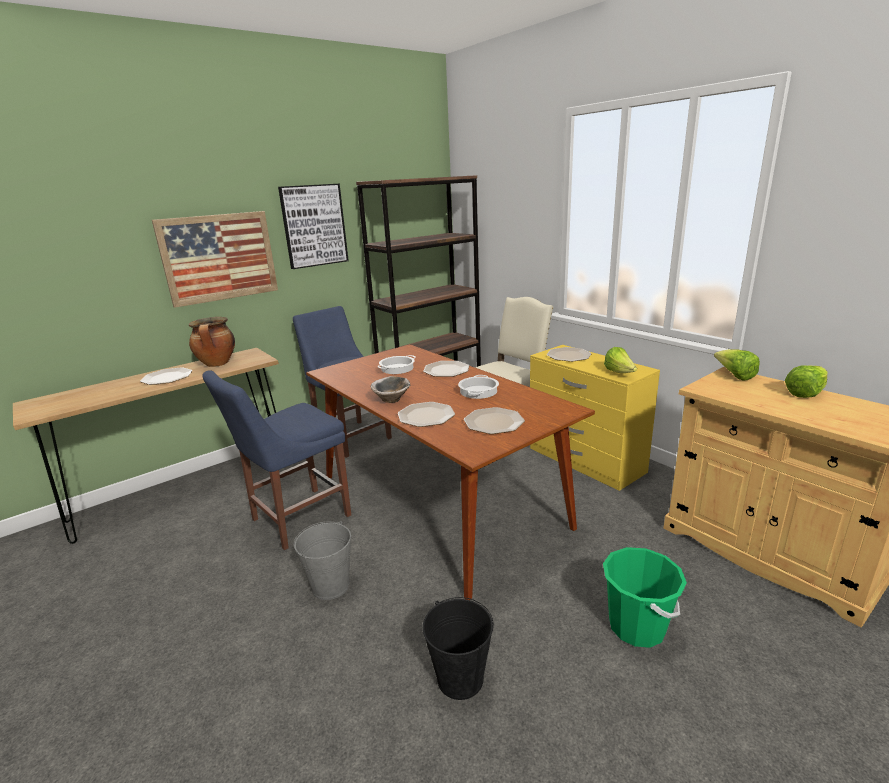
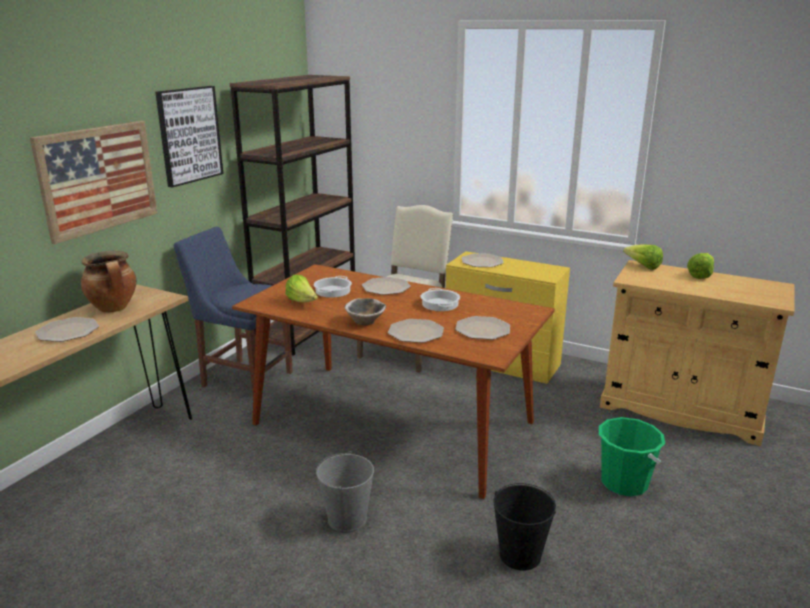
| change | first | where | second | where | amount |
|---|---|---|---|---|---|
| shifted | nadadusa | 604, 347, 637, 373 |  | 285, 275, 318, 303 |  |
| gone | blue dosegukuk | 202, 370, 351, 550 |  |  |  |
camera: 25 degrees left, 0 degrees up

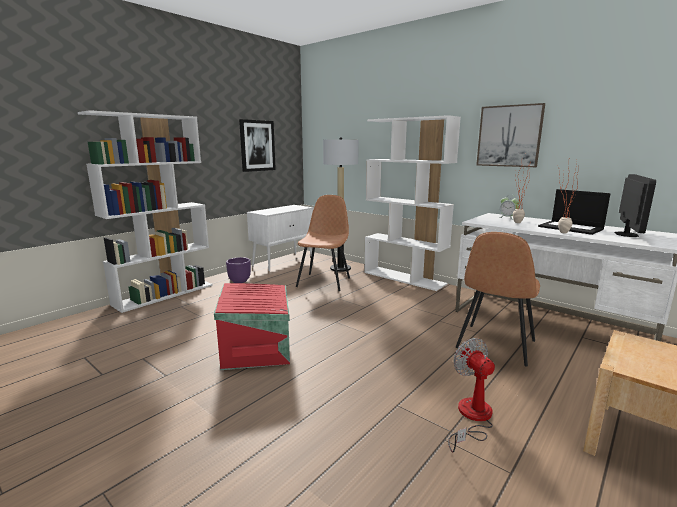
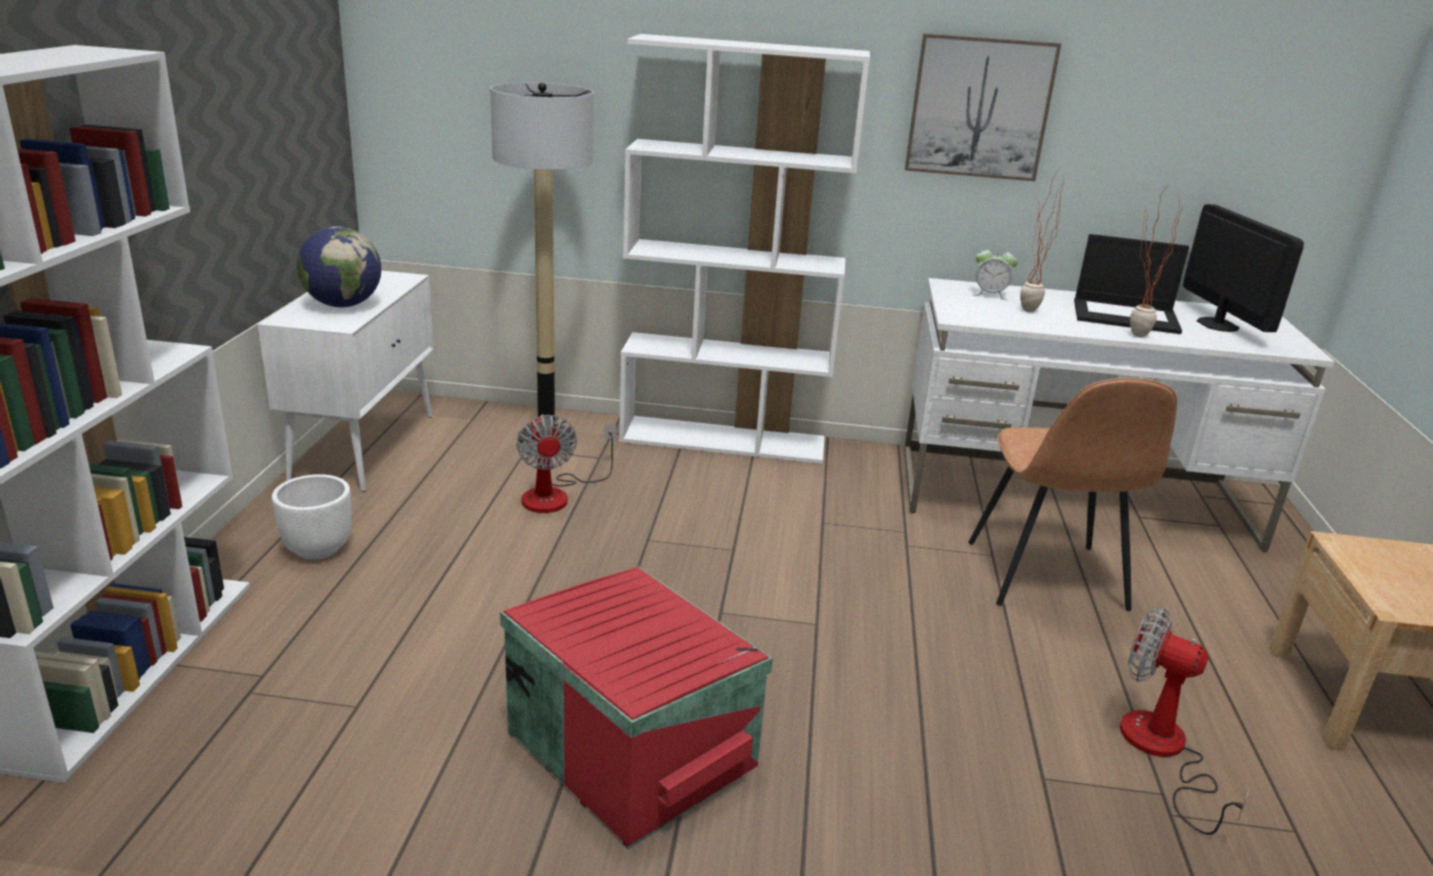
| change | first | where | second | where | amount |
|---|---|---|---|---|---|
| repainted | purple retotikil | 226, 257, 251, 283 | white retotikil | 272, 474, 352, 560 |  |
| new |  |  | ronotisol | 297, 226, 381, 307 |  |
| swapped | brown dosegukuk | 296, 195, 350, 291 | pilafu | 517, 415, 616, 513 |  |
| gone | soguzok | 239, 119, 276, 172 |  |  |  |
camera: 35 degrees left, 10 degrees up

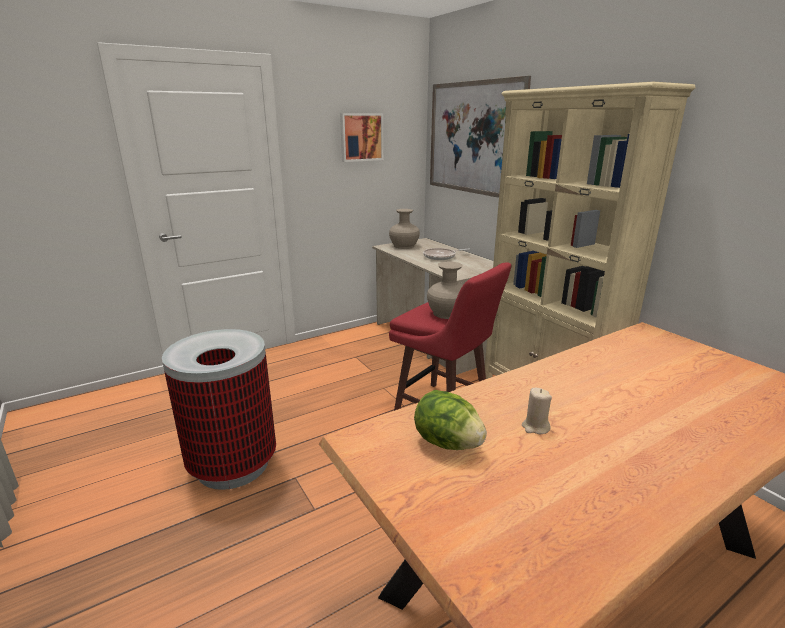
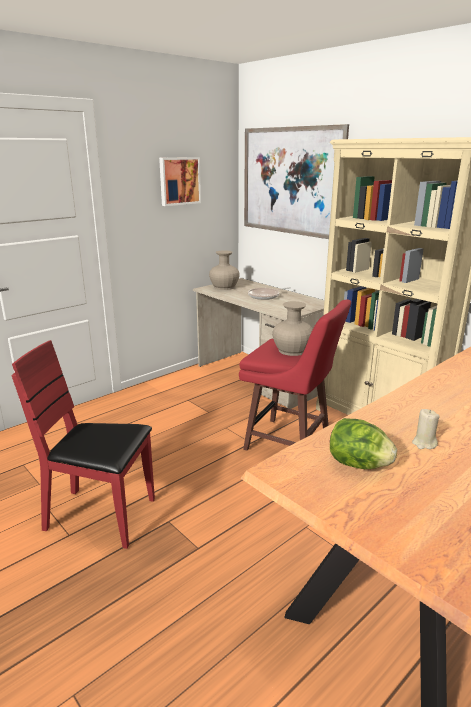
| change | first | where | second | where | amount |
|---|---|---|---|---|---|
| swapped | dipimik | 162, 329, 276, 490 | red dosegukuk | 11, 340, 155, 549 |  |
camera: 10 degrees left, 0 degrees up

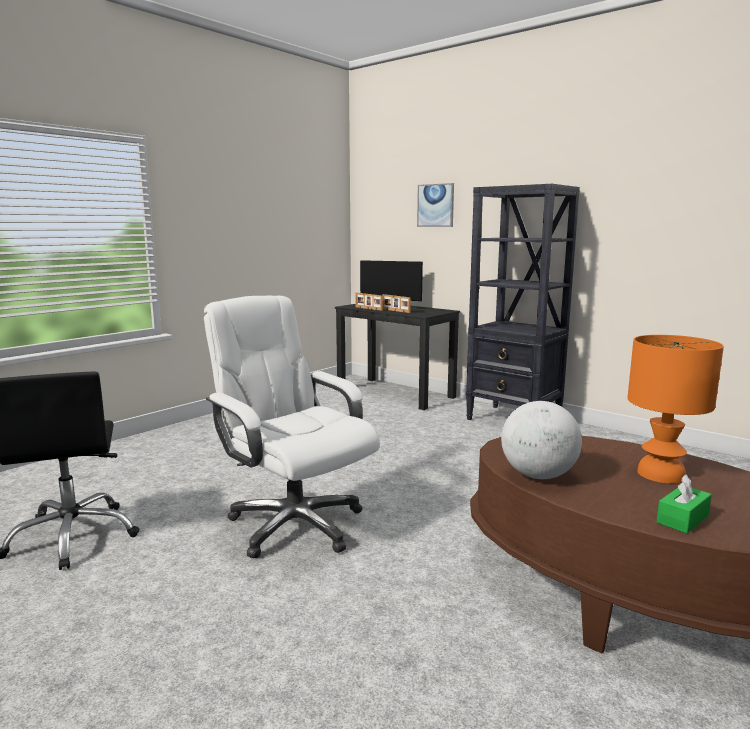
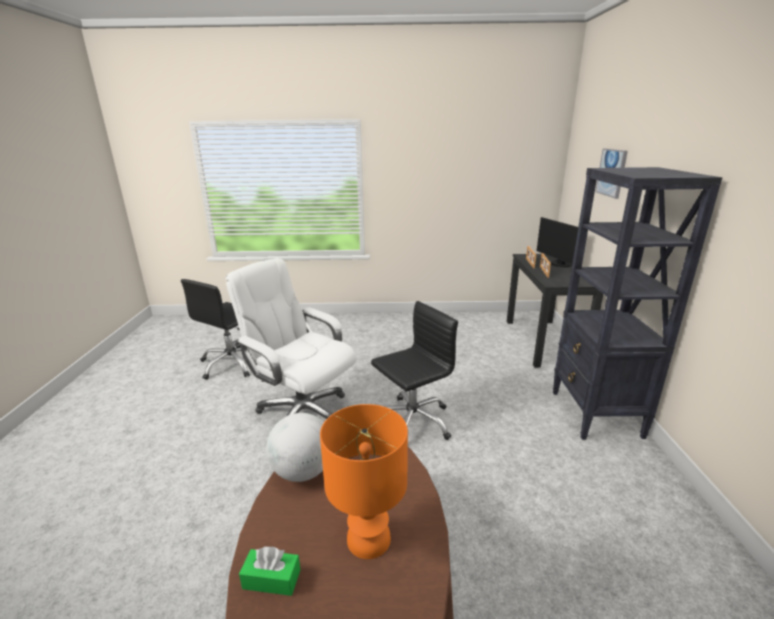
| change | first | where | second | where | amount |
|---|---|---|---|---|---|
| rotated | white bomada | 204, 296, 380, 558 |  | 225, 258, 357, 419 | 60 degrees counterclockwise |
| new |  |  | black bomada | 371, 301, 458, 440 |  |
camera: 50 degrees right, 10 degrees up

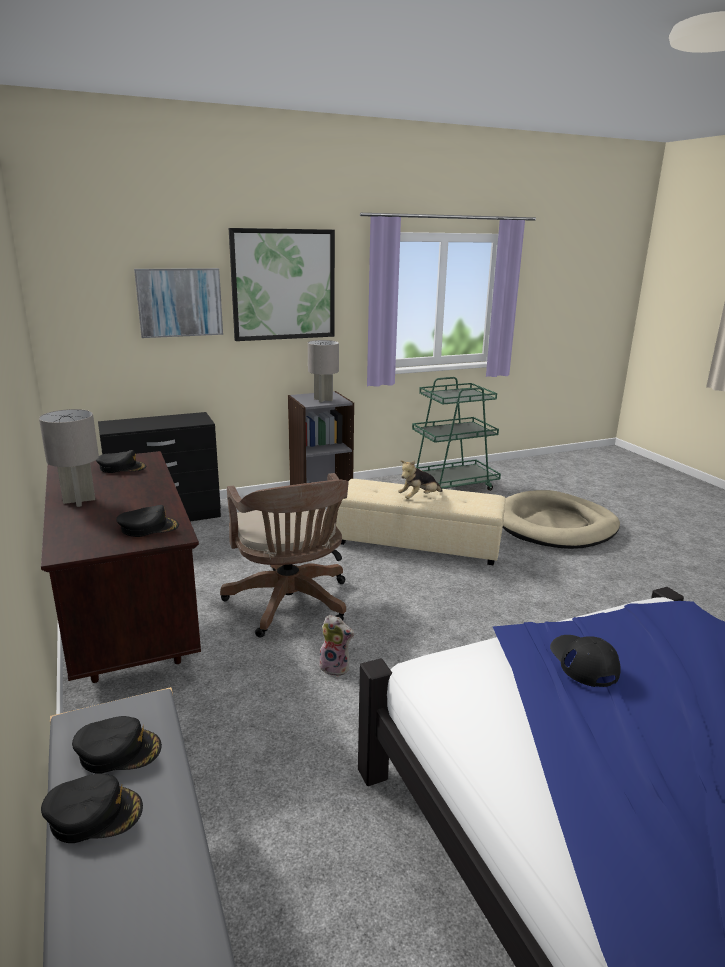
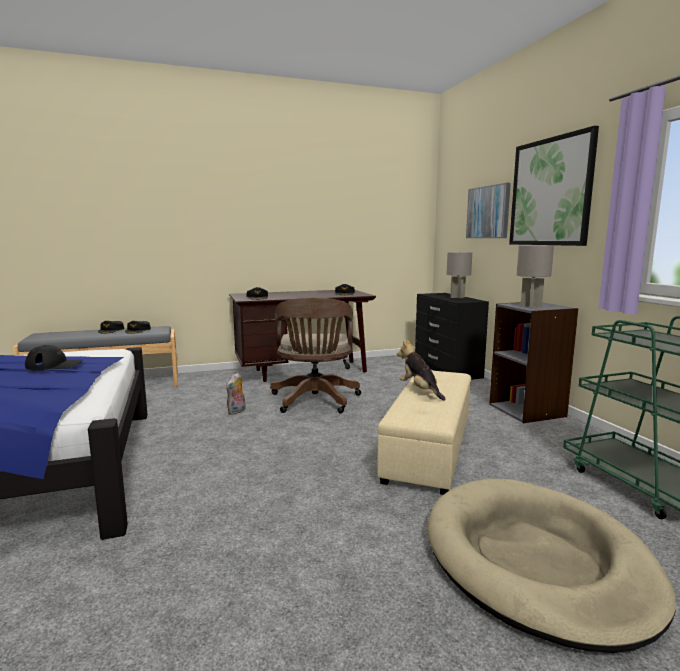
| change | first | where | second | where | amount |
|---|---|---|---|---|---|
| rotated | brown bomada | 220, 473, 349, 638 |  | 270, 297, 361, 414 | 75 degrees counterclockwise |
| shifted | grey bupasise | 39, 409, 99, 507 |  | 446, 252, 472, 298 |  |
camera: 95 degrees right, 10 degrees down

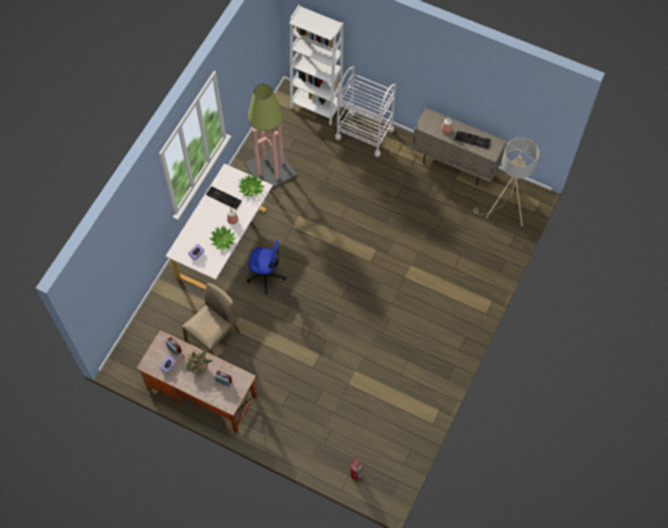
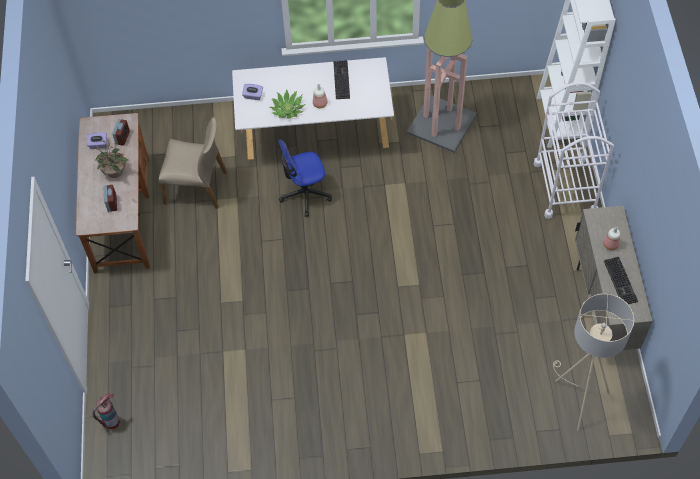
| change | first | where | second | where | amount |
|---|---|---|---|---|---|
| rotated | bomada | 247, 240, 286, 294 |  | 278, 140, 332, 217 | 90 degrees clockwise |
| gone | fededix | 237, 175, 264, 197 |  |  |  |
camera: 60 degrees right, 5 degrees down

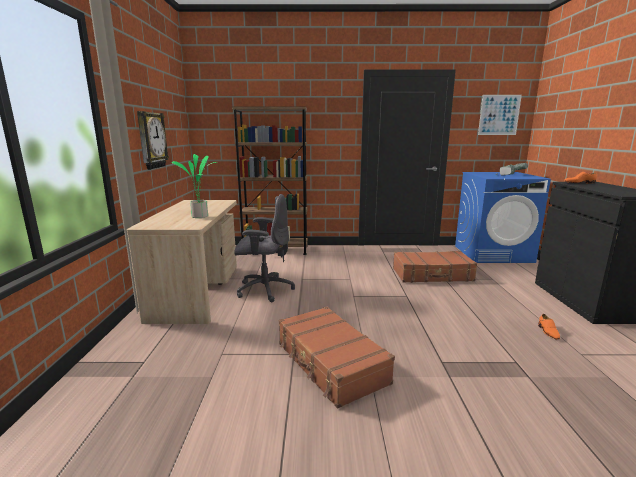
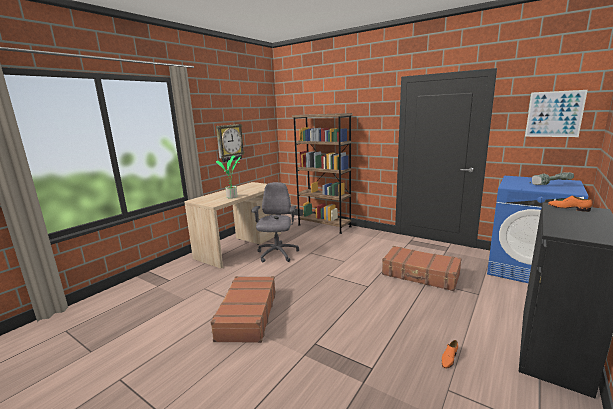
| change | first | where | second | where | amount |
|---|---|---|---|---|---|
| rotated | grey bomada | 235, 194, 295, 302 |  | 252, 182, 299, 262 | 120 degrees counterclockwise |
camera: 35 degrees right, 0 degrees up

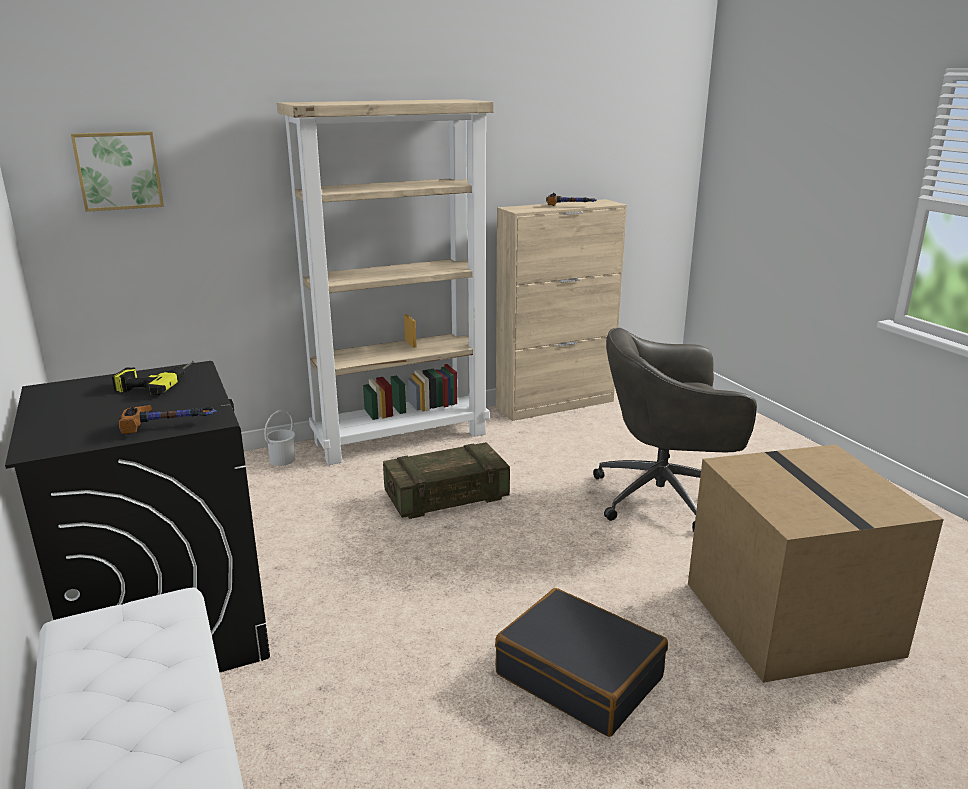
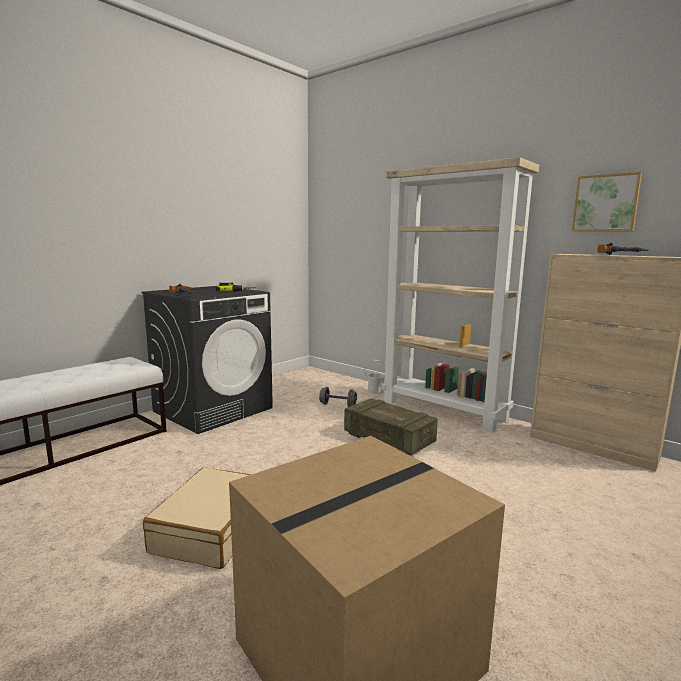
| change | first | where | second | where | amount |
|---|---|---|---|---|---|
| repainted | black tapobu | 495, 588, 668, 737 | beige tapobu | 143, 467, 251, 569 |  |
| new |  |  | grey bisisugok | 319, 387, 357, 407 |  |
| shifted | soguzok | 71, 131, 164, 212 |  | 572, 172, 642, 231 |  |
| gone | grey bomada | 593, 328, 757, 532 |  |  |  |
camera: 65 degrees right, 10 degrees down

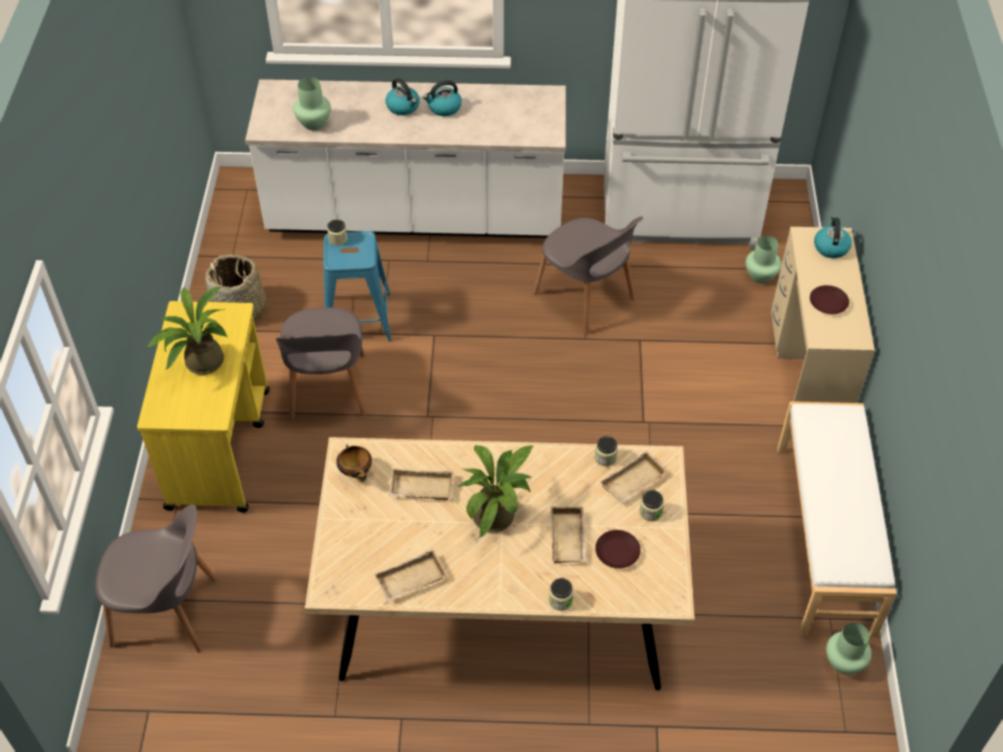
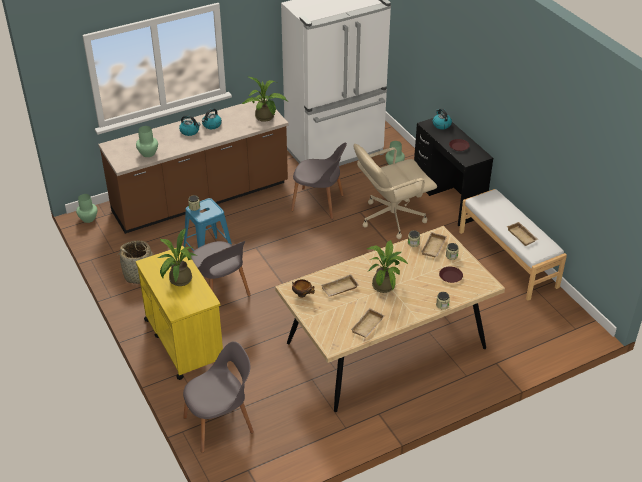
| change | first | where | second | where | amount |
|---|---|---|---|---|---|
| shifted | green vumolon | 826, 623, 872, 674 |  | 76, 194, 98, 223 |  |
| repainted | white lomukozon | 245, 79, 566, 238 | brown lomukozon | 98, 98, 288, 234 |  |
| new |  |  | fededix | 242, 77, 287, 122 |  |
| new |  |  | beige bomada | 354, 144, 437, 239 |  |
| repainted | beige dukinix | 771, 227, 875, 437 | black dukinix | 414, 118, 493, 226 |  |
| shifted | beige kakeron | 551, 506, 586, 563 |  | 507, 222, 538, 246 |  |
camera: 30 degrees left, 10 degrees down

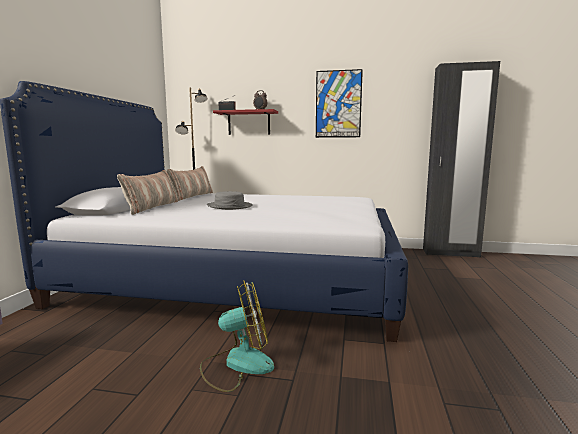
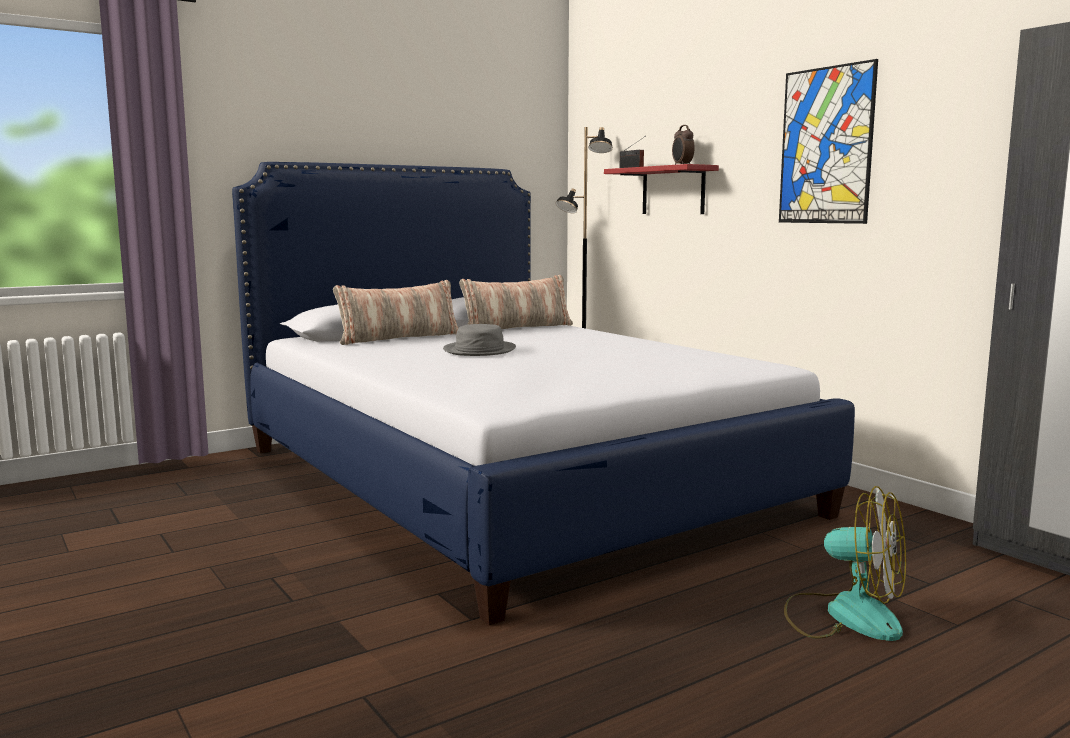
| change | first | where | second | where | amount |
|---|---|---|---|---|---|
| shifted | pilafu | 200, 280, 274, 392 |  | 784, 486, 906, 641 |  |
camera: 45 degrees right, 0 degrees up

